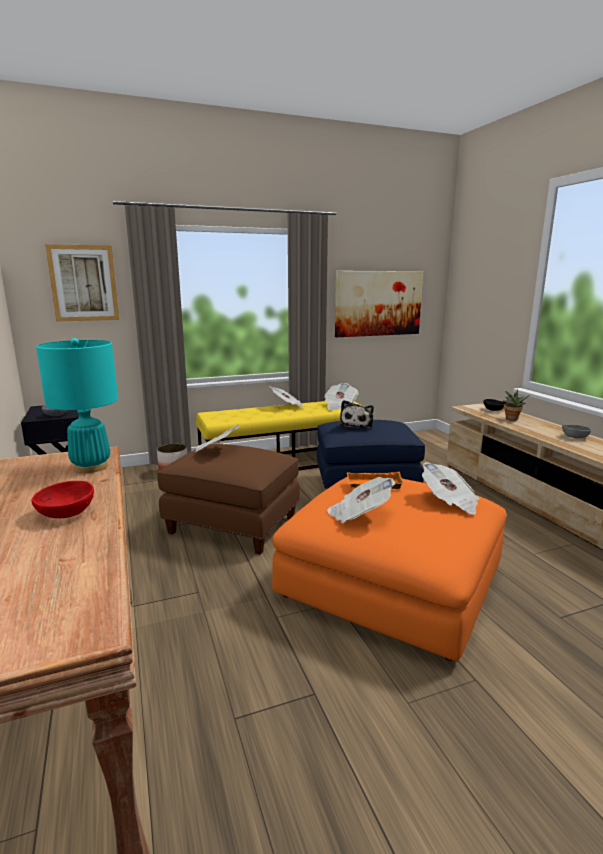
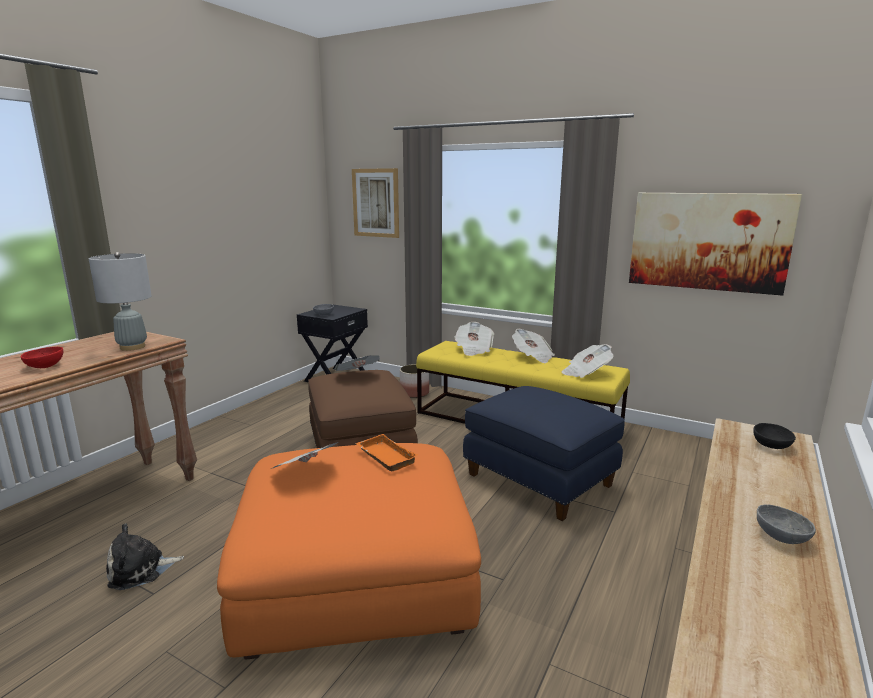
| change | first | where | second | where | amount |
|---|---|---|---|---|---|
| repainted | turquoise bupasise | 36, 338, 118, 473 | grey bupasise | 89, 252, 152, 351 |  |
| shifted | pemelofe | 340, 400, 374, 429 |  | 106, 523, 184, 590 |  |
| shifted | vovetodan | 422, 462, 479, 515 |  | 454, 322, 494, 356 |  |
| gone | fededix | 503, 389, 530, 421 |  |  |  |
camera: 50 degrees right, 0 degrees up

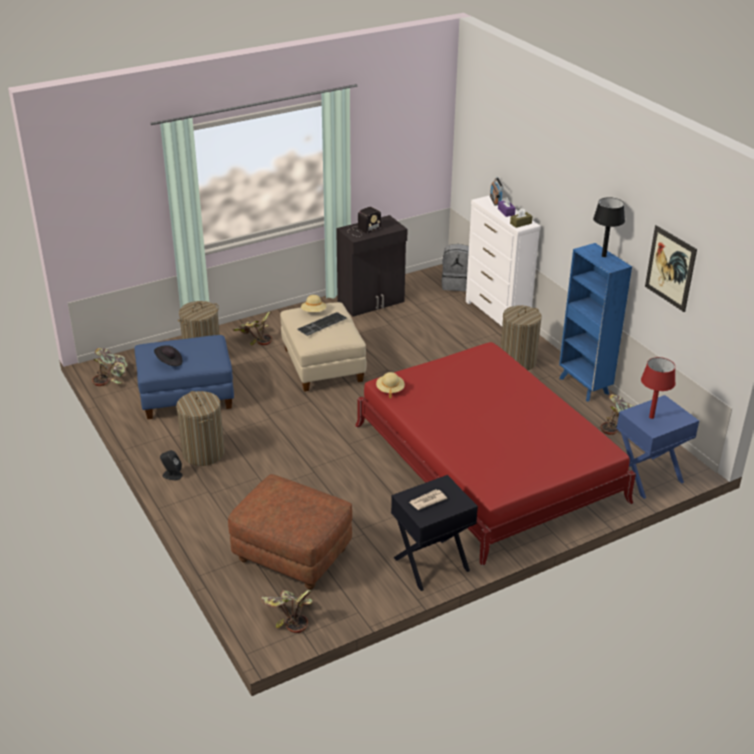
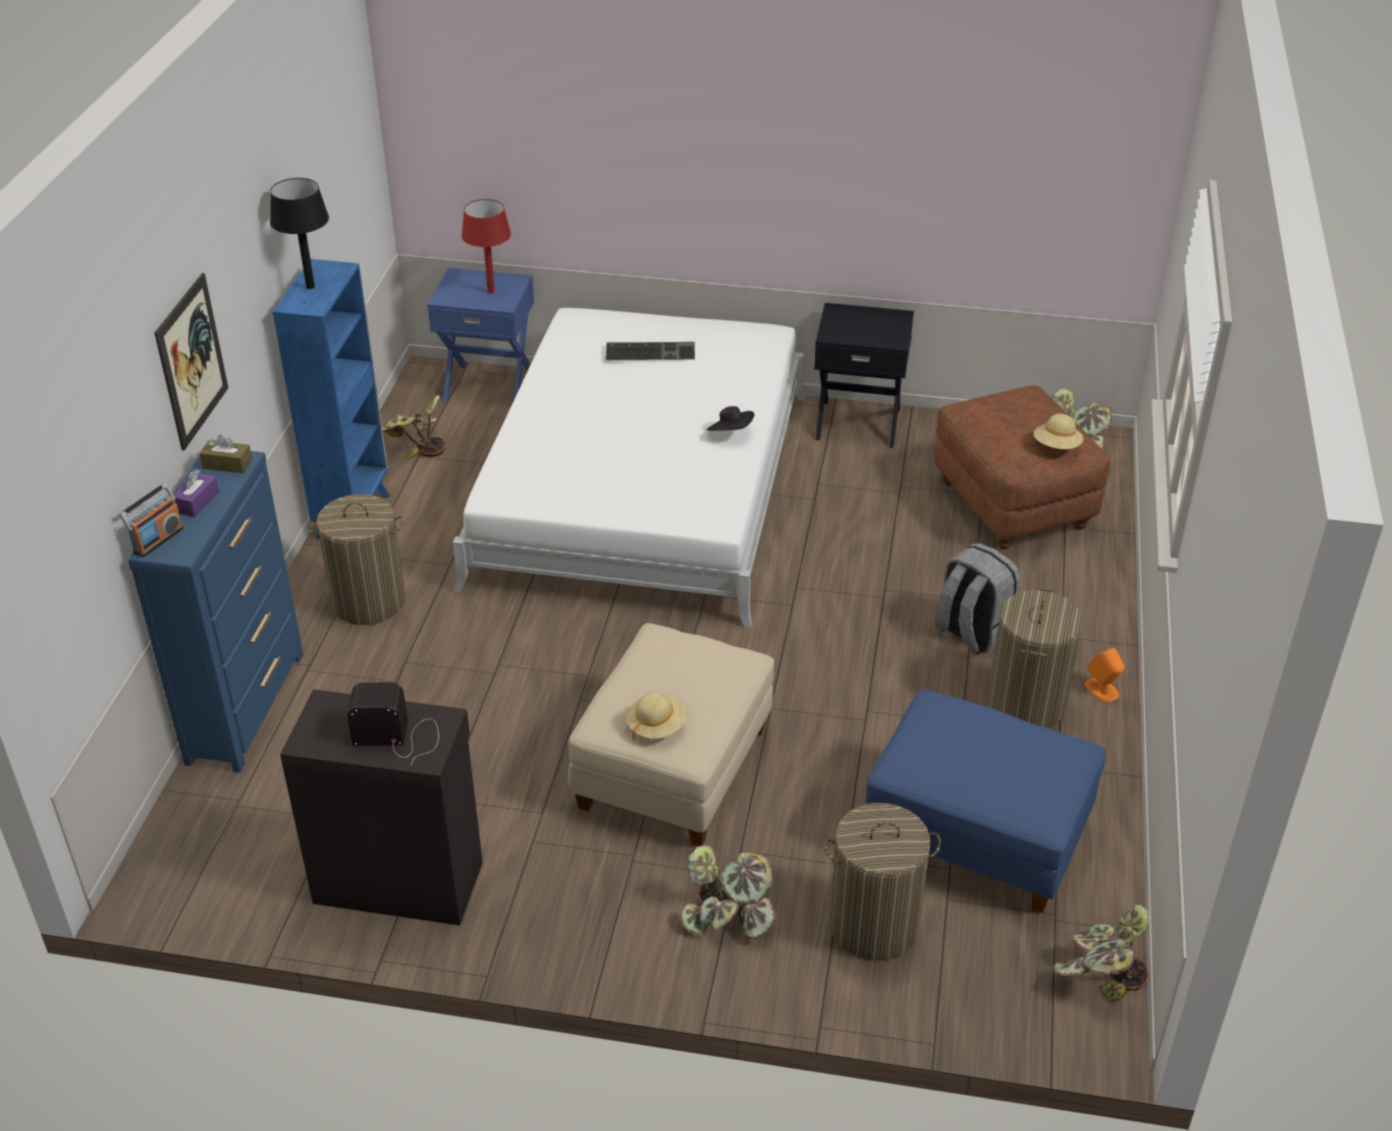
| change | first | where | second | where | amount |
|---|---|---|---|---|---|
| repainted | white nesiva | 466, 195, 541, 326 | blue nesiva | 128, 451, 303, 773 |  |
| shifted | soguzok | 645, 225, 697, 312 |  | 154, 273, 228, 450 |  |
| repainted | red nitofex | 355, 342, 636, 566 | white nitofex | 452, 308, 805, 628 |  |
| shifted | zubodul | 297, 312, 347, 336 |  | 606, 342, 695, 360 |  |
| shifted | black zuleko | 154, 345, 182, 366 |  | 707, 406, 754, 431 |  |
| shifted | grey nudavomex | 441, 244, 469, 291 |  | 934, 543, 1021, 655 |  |
| shifted | beige zuleko | 376, 372, 405, 398 |  | 1034, 414, 1083, 449 |  |
| repainted | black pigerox | 160, 450, 183, 480 | orange pigerox | 1085, 647, 1125, 702 |  |
| gone | vovetodan | 409, 490, 447, 510 |  |  |  |
camera: 140 degrees left, 5 degrees up

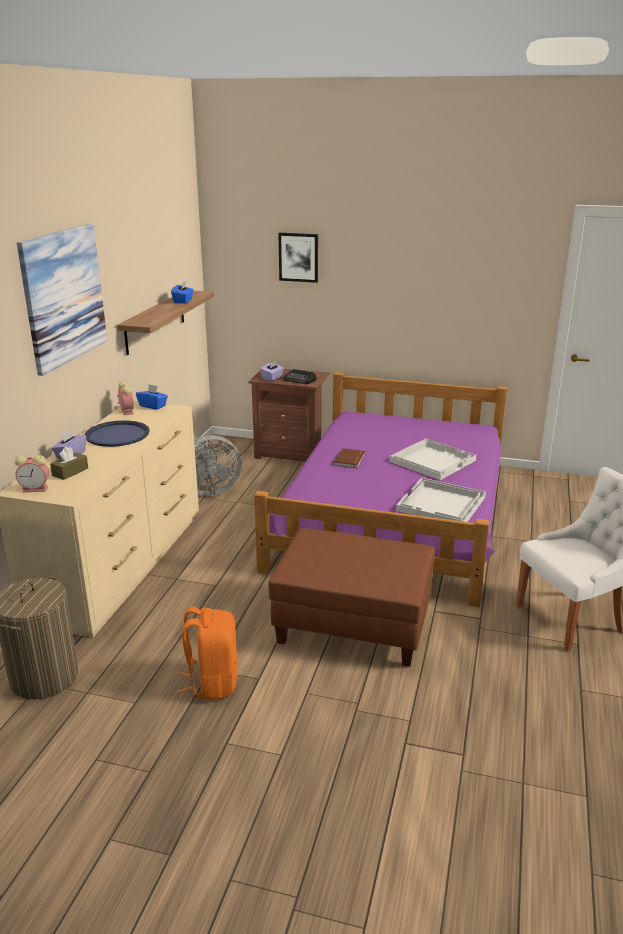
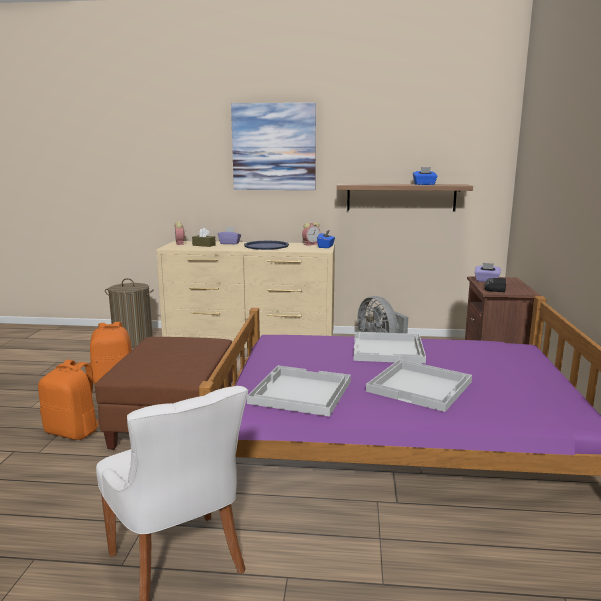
| change | first | where | second | where | amount |
|---|---|---|---|---|---|
| new |  |  | orange nudavomex | 38, 360, 99, 440 |  |
| swapped | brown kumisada | 333, 448, 365, 468 | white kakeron | 353, 332, 426, 364 |  |
| gone | soguzok | 278, 233, 318, 283 |  |  |  |
camera: 80 degrees right, 10 degrees down

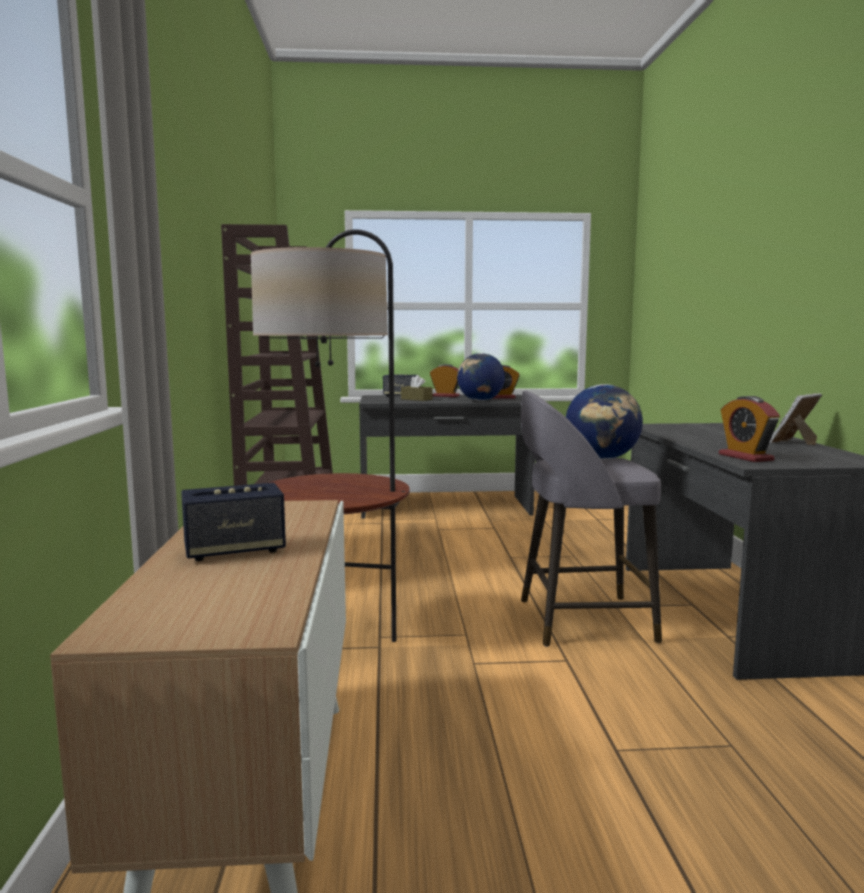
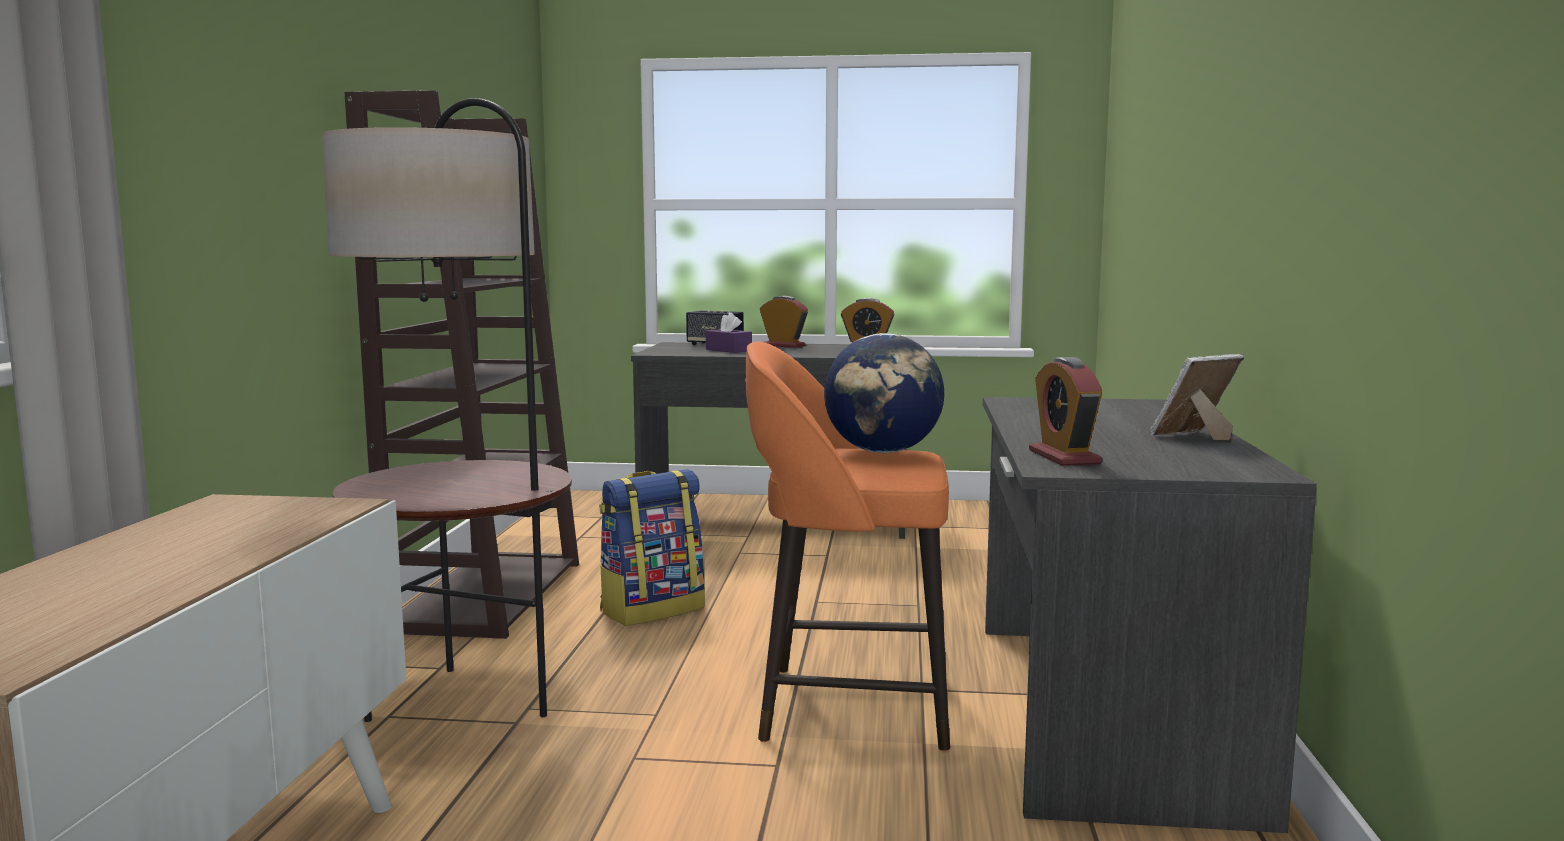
| change | first | where | second | where | amount |
|---|---|---|---|---|---|
| new |  |  | nudavomex | 599, 469, 705, 626 |  |
| repainted | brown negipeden | 401, 375, 432, 401 | purple negipeden | 706, 312, 752, 353 |  |
| repainted | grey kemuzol | 521, 391, 662, 647 | orange kemuzol | 746, 342, 950, 751 |  |
| gone | pigerox | 181, 483, 286, 561 |  |  |  |
| gone | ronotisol | 457, 353, 505, 401 |  |  |  |
camera: 10 degrees right, 0 degrees up

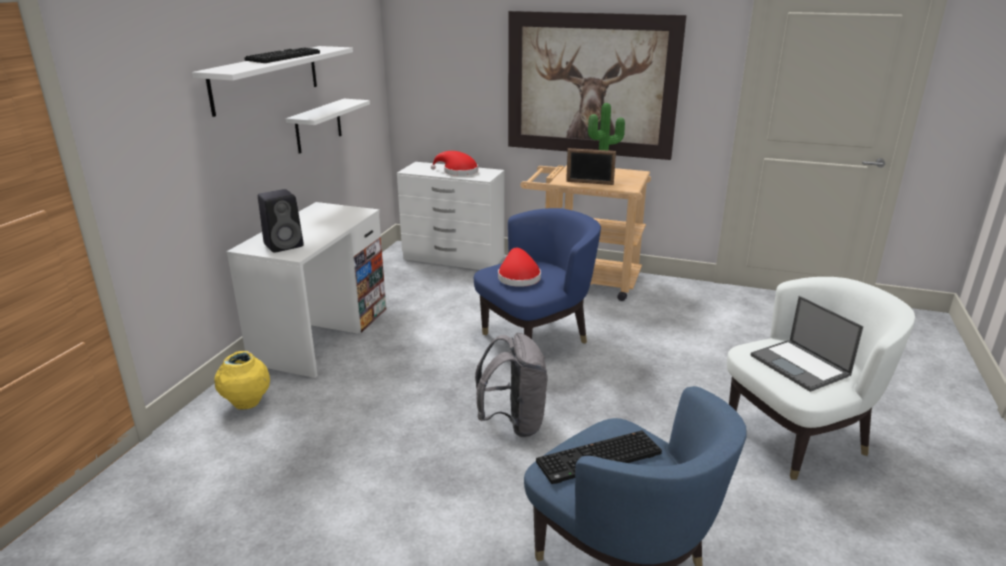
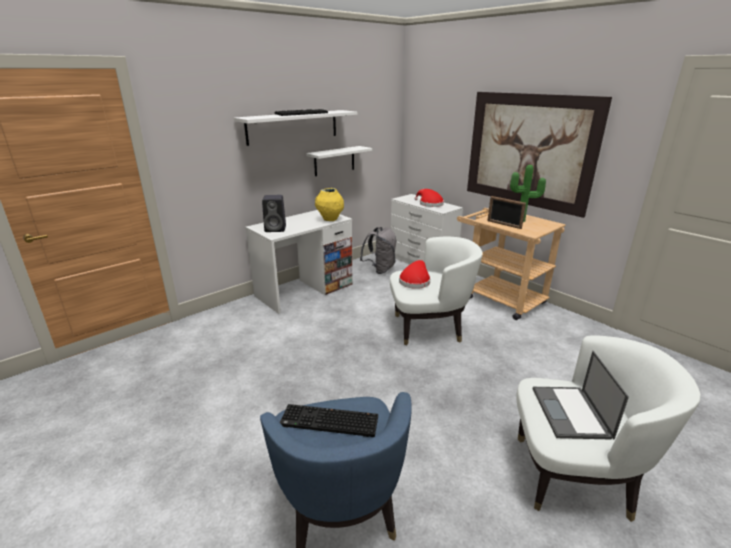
| change | first | where | second | where | amount |
|---|---|---|---|---|---|
| shifted | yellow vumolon | 214, 351, 270, 410 |  | 315, 188, 344, 221 |  |
| shifted | grey nudavomex | 475, 333, 547, 437 |  | 360, 227, 396, 274 |  |
| repainted | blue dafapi | 474, 208, 601, 344 | white dafapi | 390, 237, 482, 345 |  |
camera: 30 degrees right, 0 degrees up

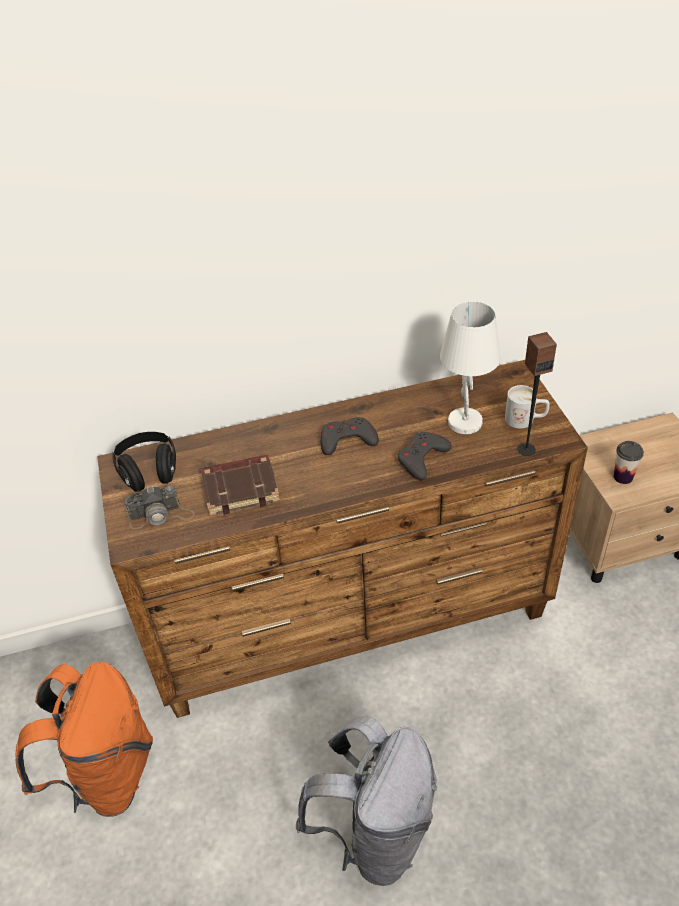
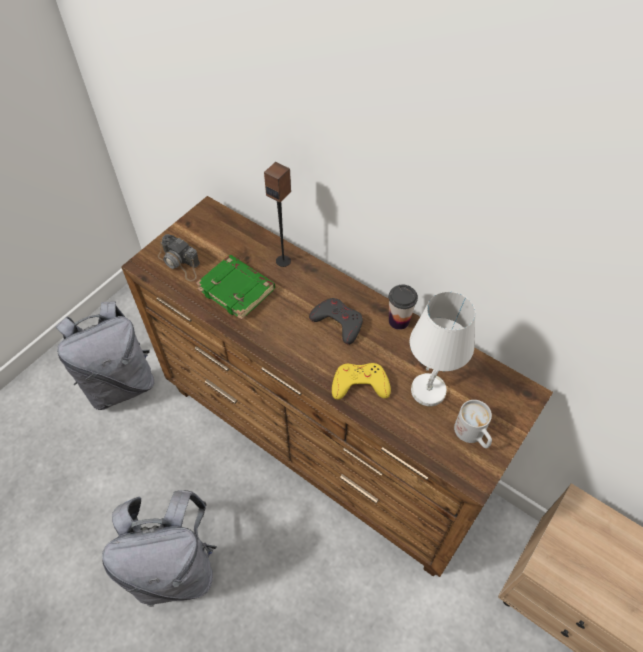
| change | first | where | second | where | amount |
|---|---|---|---|---|---|
| repainted | orange nudavomex | 16, 662, 153, 817 | grey nudavomex | 55, 302, 154, 410 |  |
| repainted | brown kumisada | 201, 454, 280, 516 | green kumisada | 196, 255, 275, 320 |  |
| shifted | pigerox | 518, 332, 557, 456 |  | 264, 162, 291, 267 |  |
| repainted | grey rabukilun | 398, 432, 452, 481 | yellow rabukilun | 332, 363, 391, 400 |  |
| shifted | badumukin | 614, 441, 644, 484 |  | 389, 285, 418, 330 |  |
| gone | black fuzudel | 112, 432, 176, 492 |  |  |  |
camera: 50 degrees right, 10 degrees up

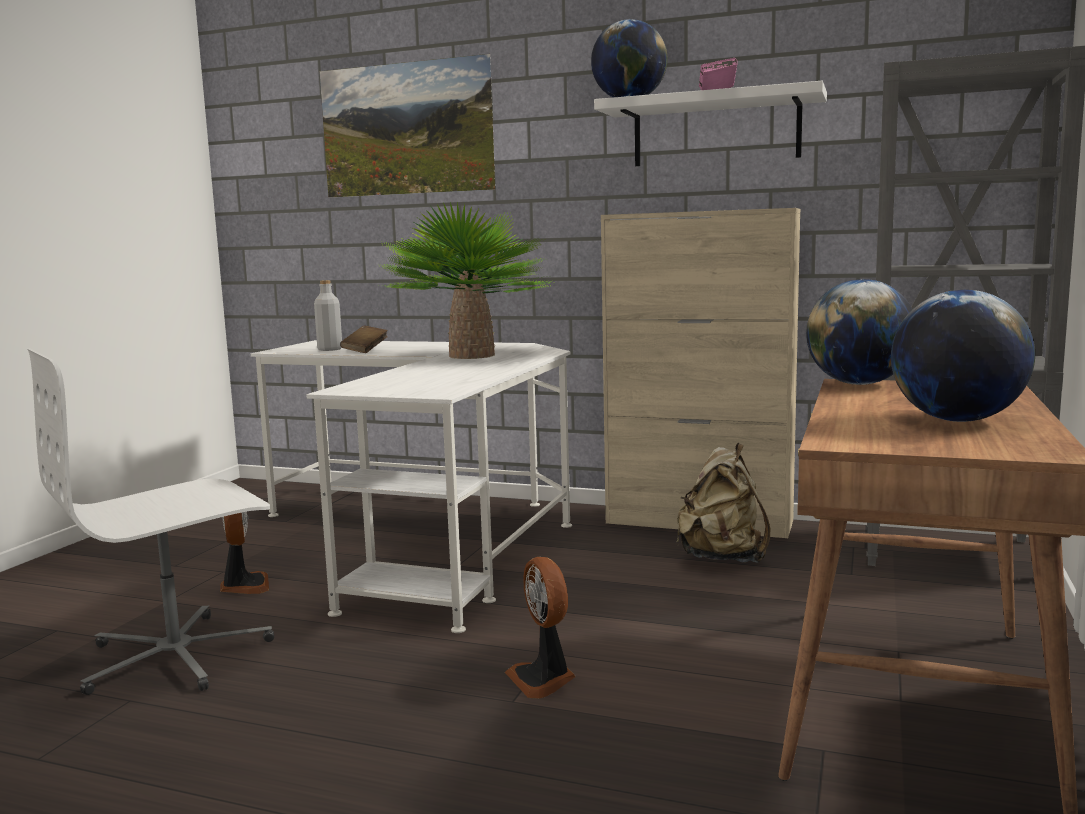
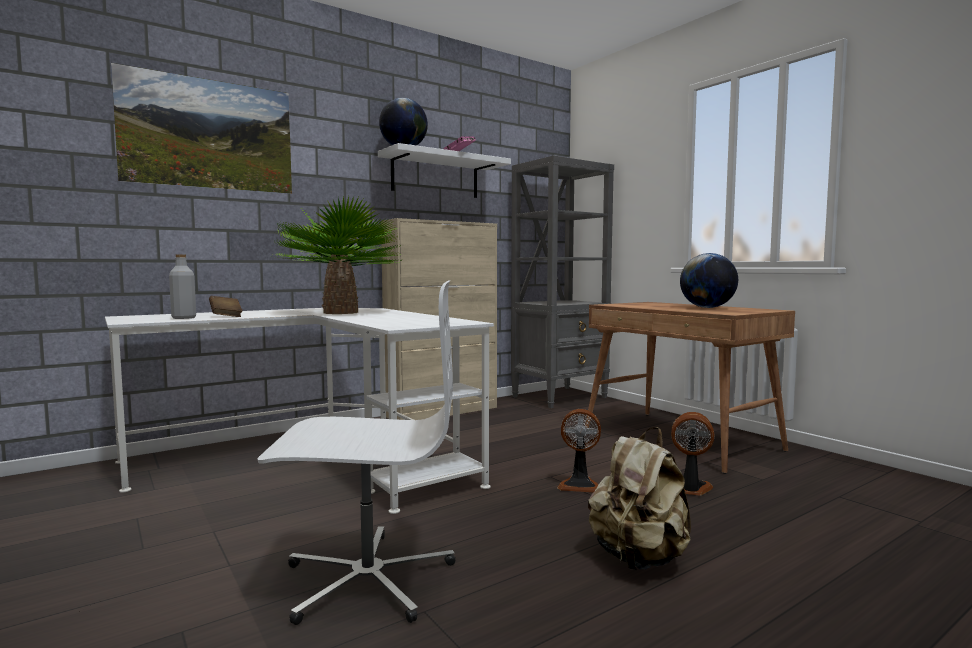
| change | first | where | second | where | amount |
|---|---|---|---|---|---|
| rotated | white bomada | 27, 348, 274, 695 |  | 258, 280, 455, 625 | 90 degrees counterclockwise |
| shifted | beige nudavomex | 676, 443, 770, 563 |  | 588, 427, 691, 570 |  |
| shifted | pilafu | 220, 512, 269, 594 |  | 671, 412, 715, 496 |  |
| gone | ronotisol | 806, 279, 912, 385 |  |  |  |
camera: 55 degrees left, 5 degrees down

